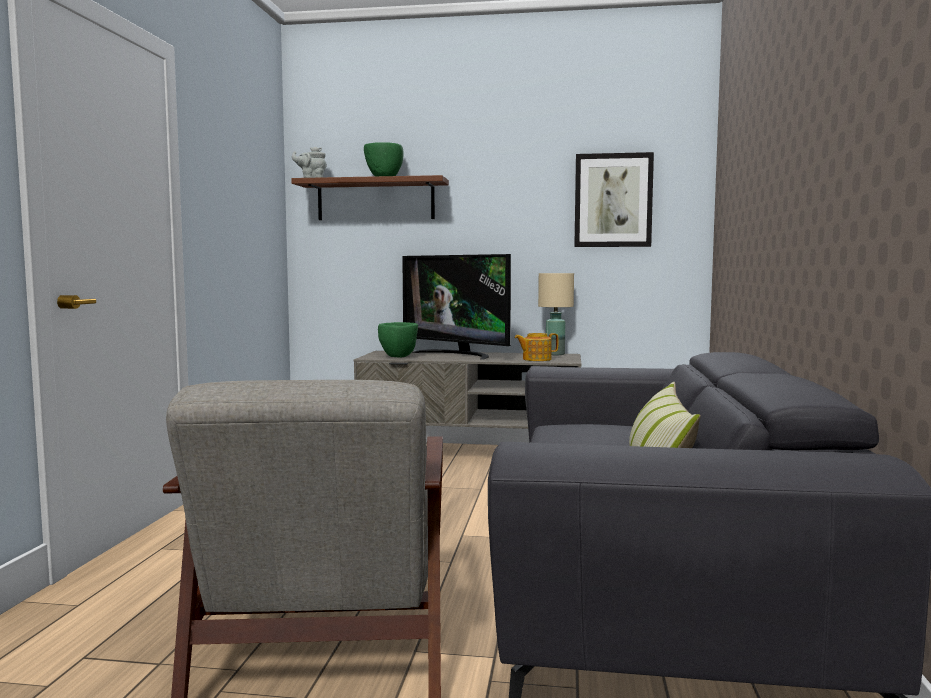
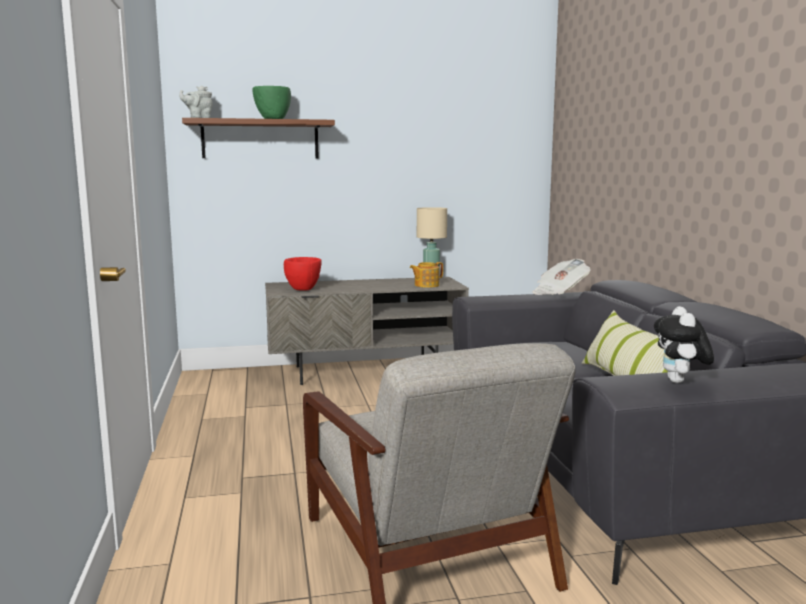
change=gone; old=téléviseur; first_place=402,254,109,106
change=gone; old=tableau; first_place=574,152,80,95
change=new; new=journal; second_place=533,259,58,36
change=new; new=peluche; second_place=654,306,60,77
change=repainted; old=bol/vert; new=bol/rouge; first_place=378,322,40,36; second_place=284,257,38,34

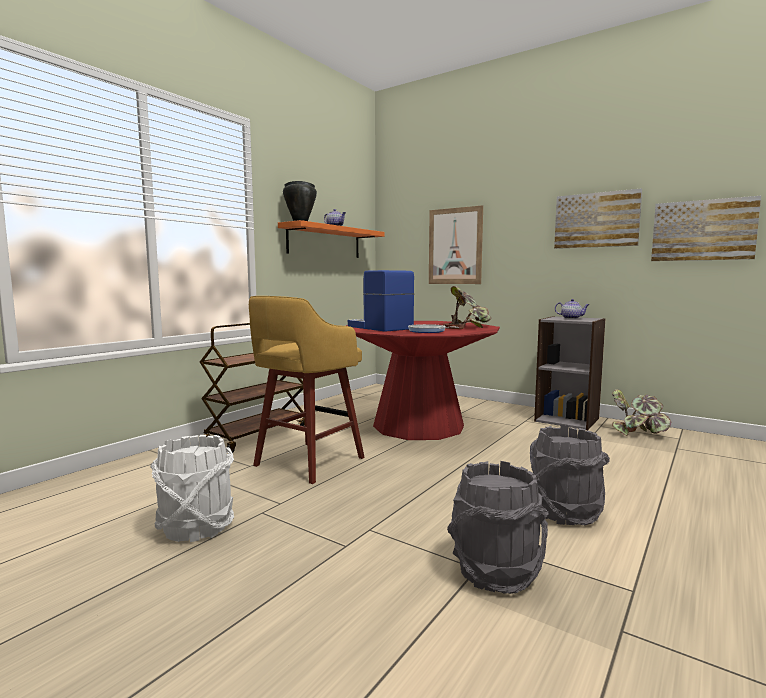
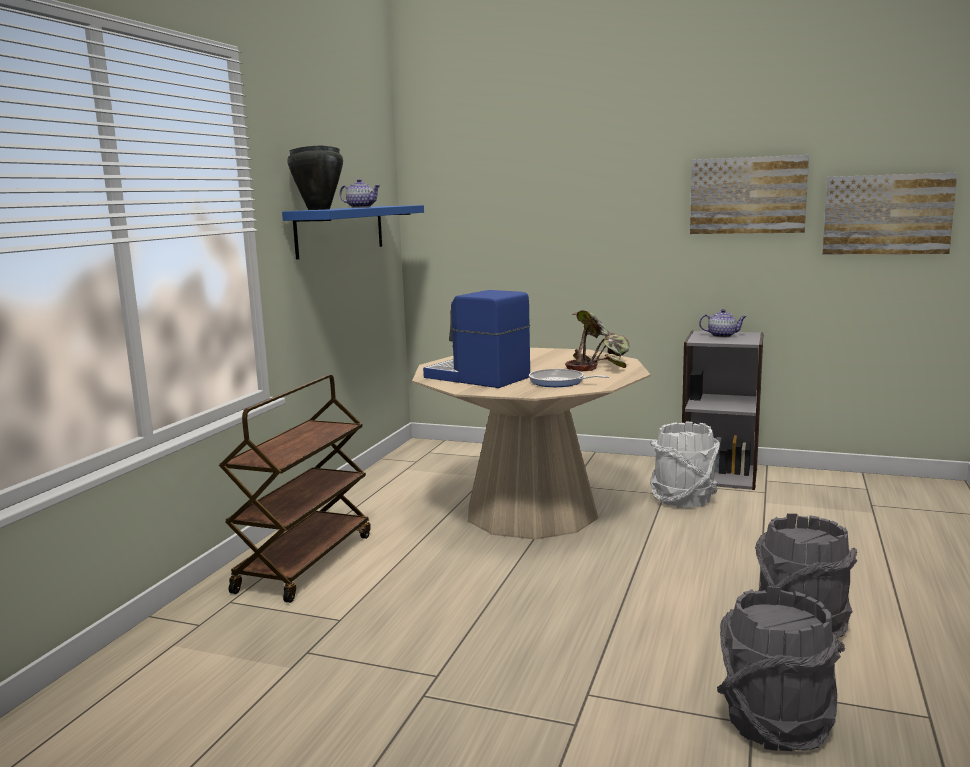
change=gone; old=tabouret/jaune; first_place=249,296,116,188
change=gone; old=tableau; first_place=429,205,54,79
change=gone; old=plante en pot; first_place=612,389,60,47
change=shifted; old=seau/blanc; first_place=150,435,84,107; second_place=650,421,70,87
change=repainted; old=étagère/orange; new=étagère/bleu; first_place=278,220,107,38; second_place=282,205,142,55
change=repainted; old=table à manger/rouge; new=table à manger/beige; first_place=346,321,154,119; second_place=412,348,239,191

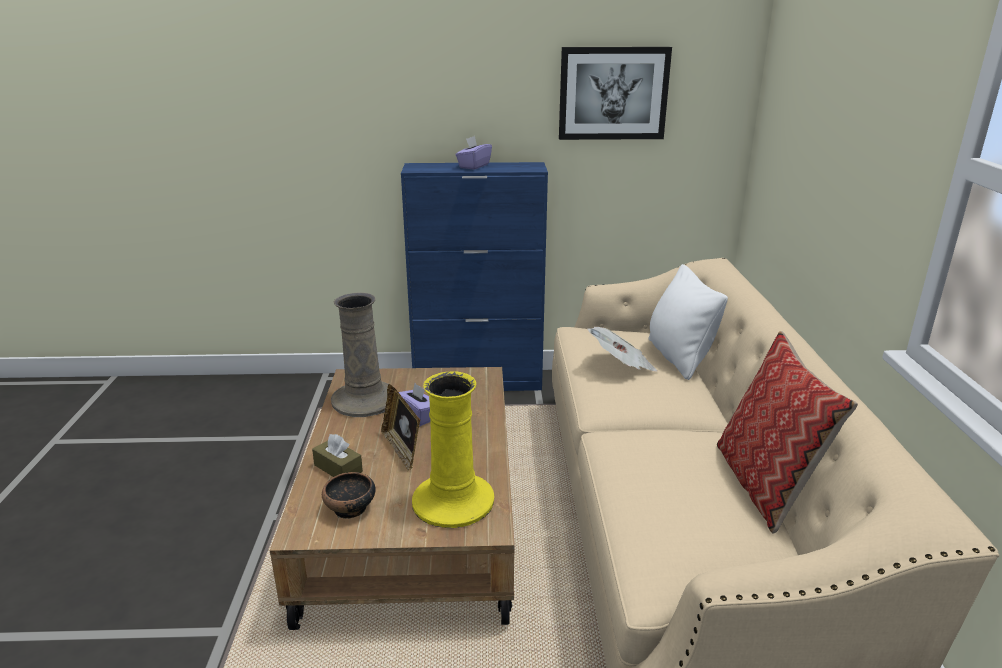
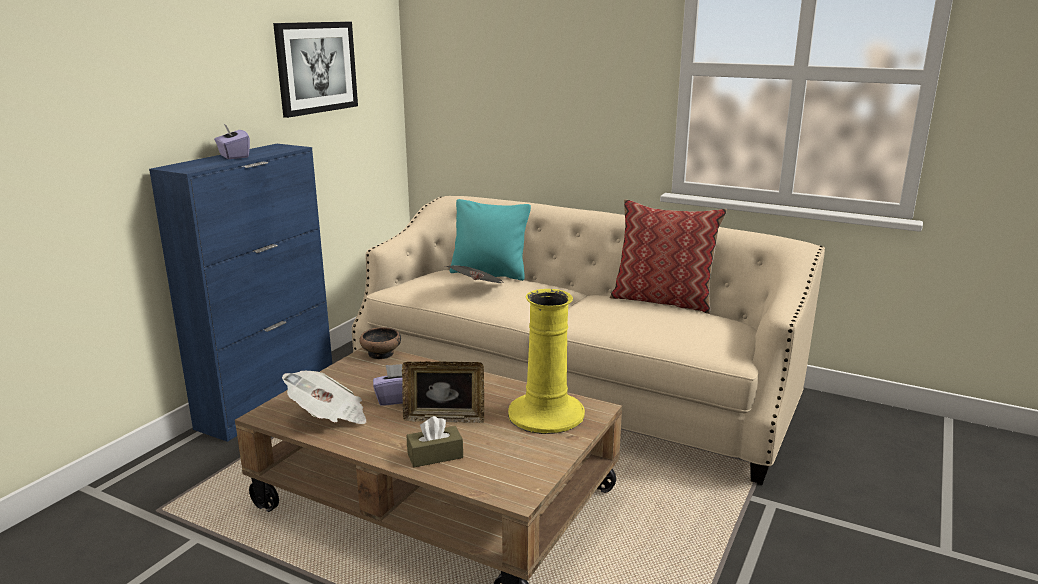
change=shifted; old=bol; first_place=322,472,54,47; second_place=359,327,42,32
change=swapped; old=vase/beige; new=journal; first_place=331,292,57,125; second_place=282,371,85,53
change=repainted; old=coussin/blanc; new=coussin/turquoise; first_place=648,264,80,116; second_place=450,199,81,82

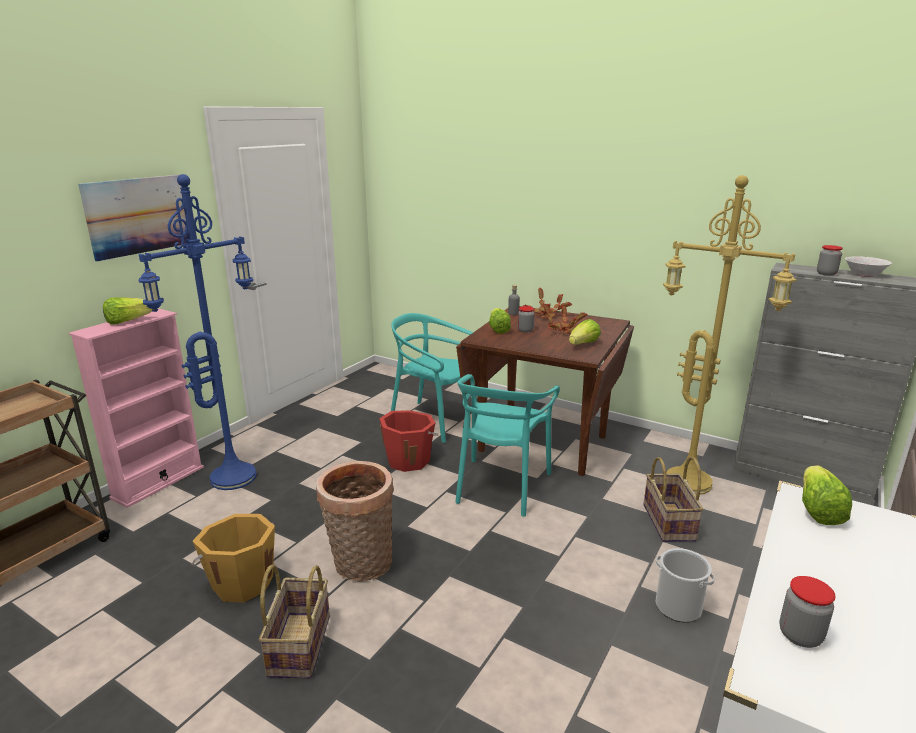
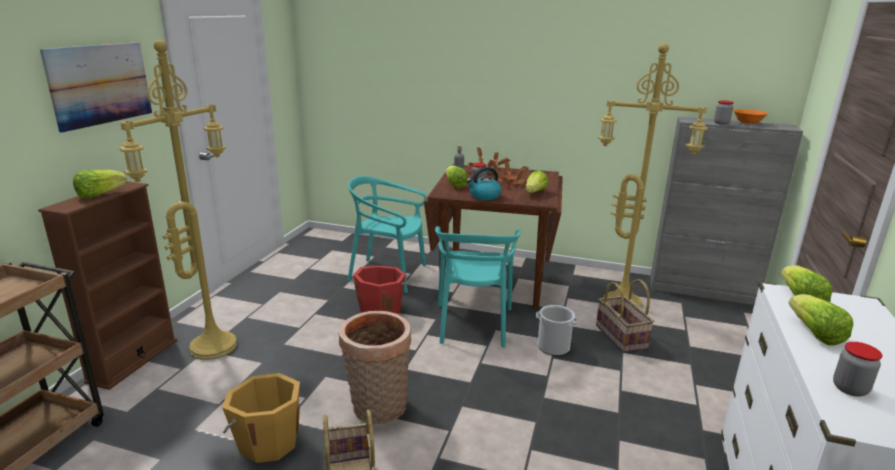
change=new; new=bouilloire; second_place=466,167,35,33
change=new; new=laitue; second_place=789,294,64,51
change=shifted; old=seau; first_place=655,548,60,75; second_place=536,305,42,51
change=repainted; old=bibliothèque/rose; new=bibliothèque/marron; first_place=69,308,135,200; second_place=38,181,139,209
change=repainted; old=lampadaire/bleu; new=lampadaire/jaune; first_place=139,174,117,316; second_place=120,40,117,320
change=repainted; old=bol/blanc; new=bol/orange; first_place=845,256,47,21; second_place=733,109,36,16

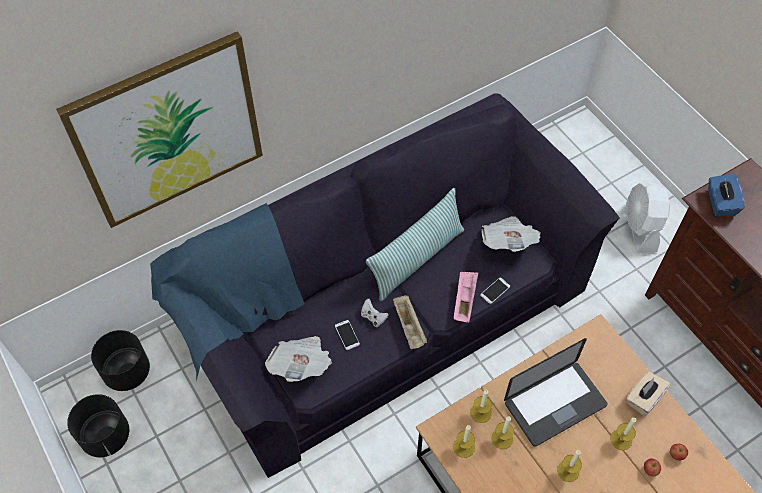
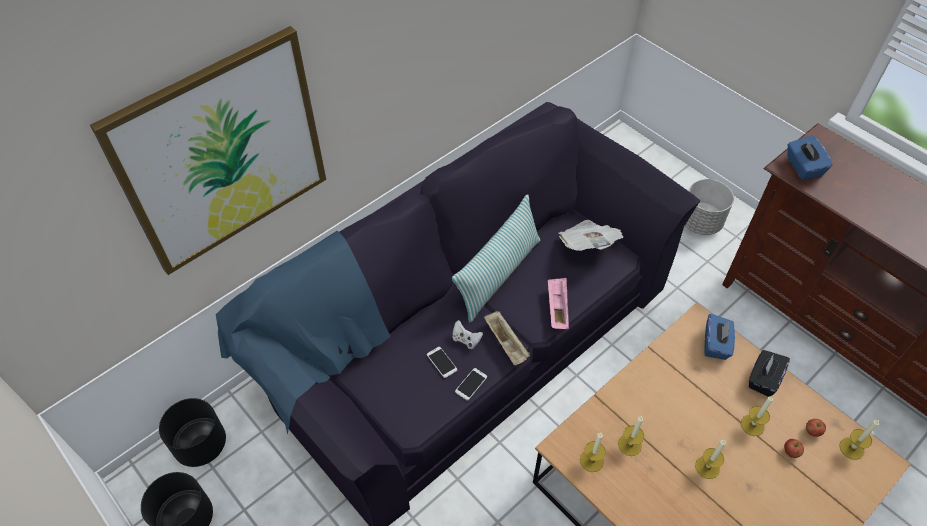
change=gone; old=journal; first_place=265,336,67,46
change=gone; old=ordinateur portable; first_place=504,338,103,109
change=new; new=boîte à mouchoirs/bleu; second_place=704,314,31,46
change=shifted; old=bougie; first_place=470,389,22,34; second_place=839,420,40,40
change=shifted; old=téléphone; first_place=480,278,30,26; second_place=455,368,32,33
change=swapped; old=ventilateur/blanc; new=cache-pot/gris; first_place=626,180,44,73; second_place=685,179,49,56
change=repainted; old=boîte à mouchoirs/beige; new=boîte à mouchoirs/noir; first_place=626,371,45,45; second_place=749,350,41,47

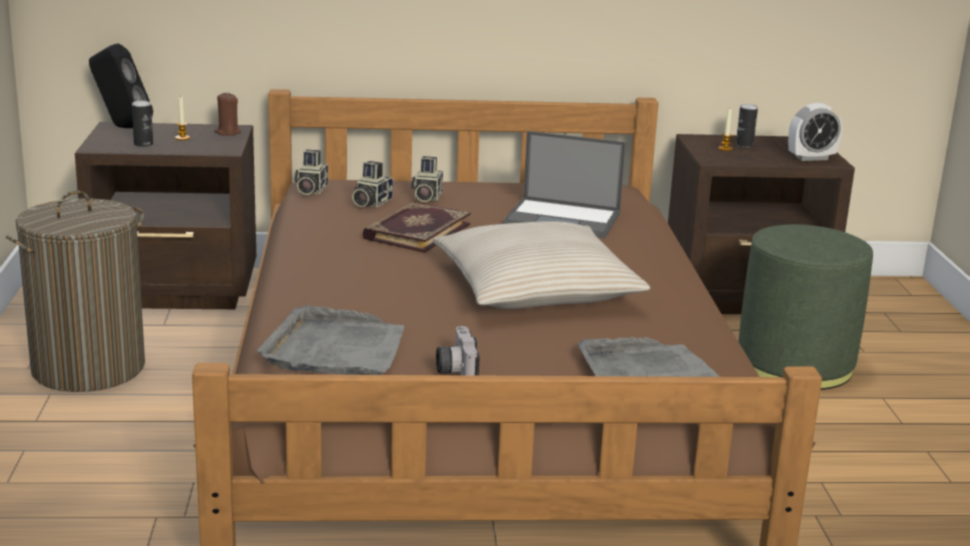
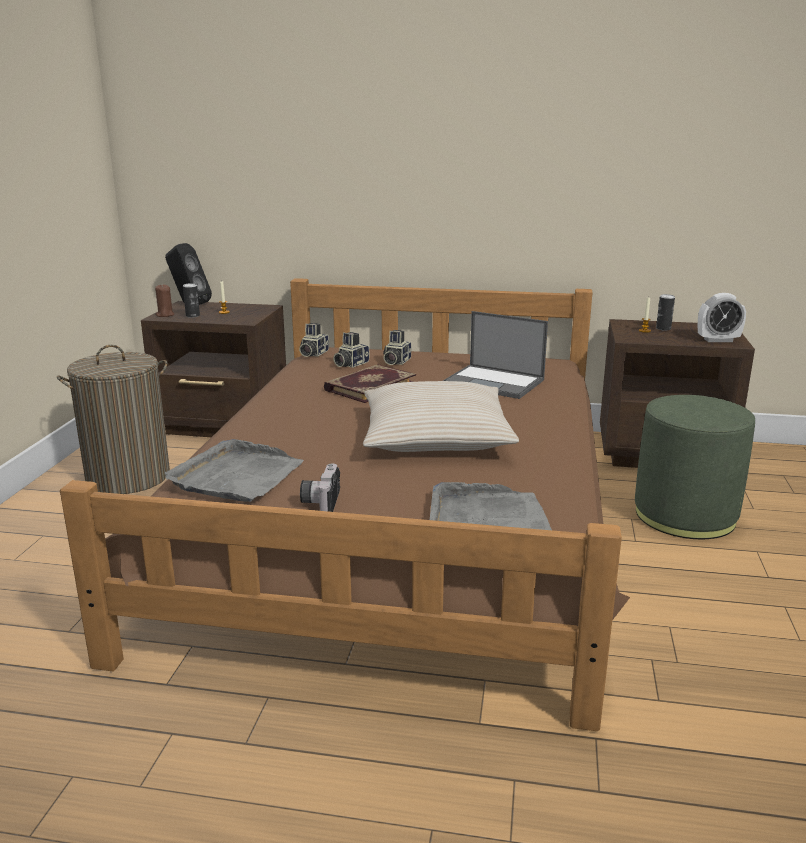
change=shifted; old=bougie/marron; first_place=215,93,26,43; second_place=155,285,19,32

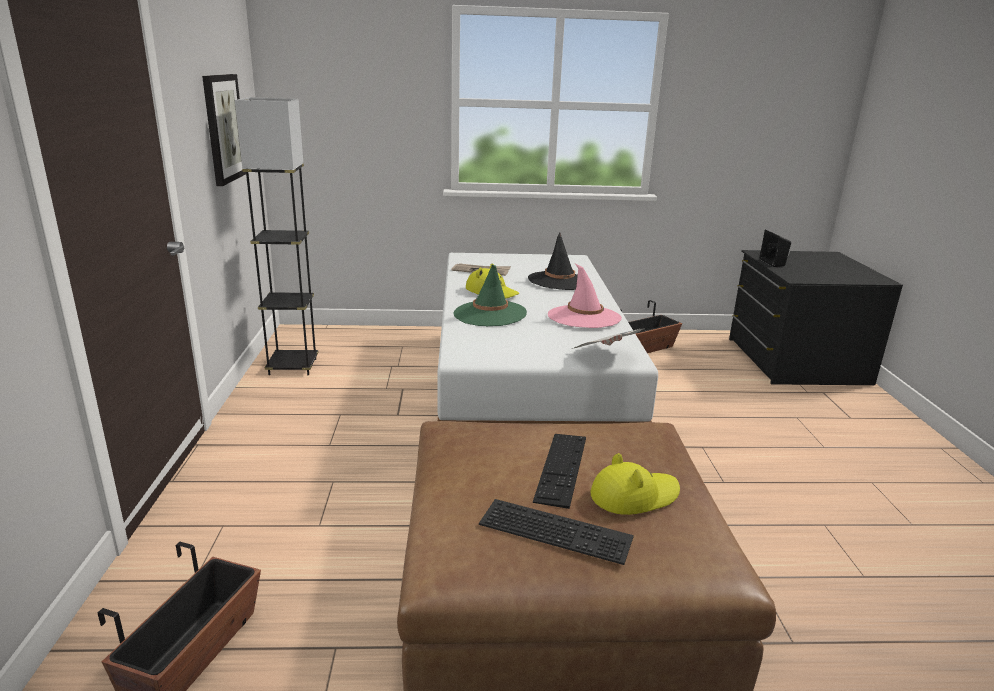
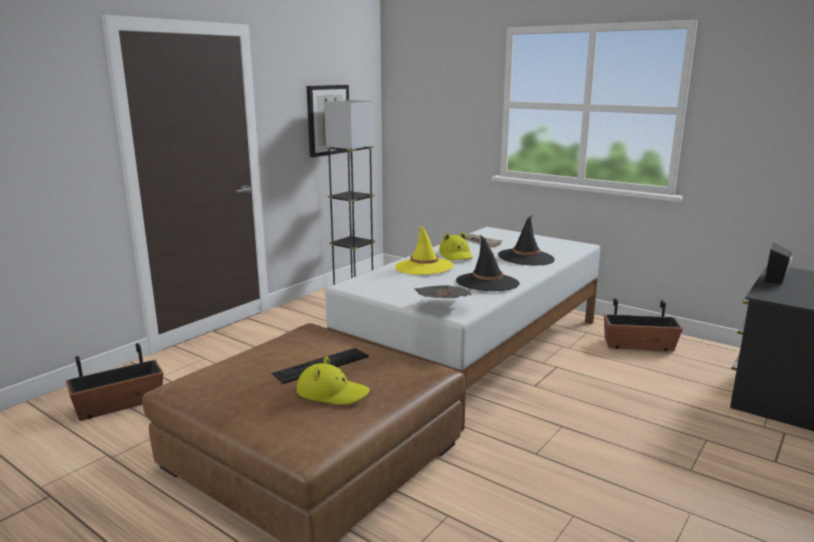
change=gone; old=clavier; first_place=479,499,155,66
change=repainted; old=chapeau/vert; new=chapeau/jaune; first_place=453,265,74,61; second_place=395,226,59,49
change=repainted; old=chapeau/rose; new=chapeau/noir; first_place=548,263,74,65; second_place=456,235,64,56

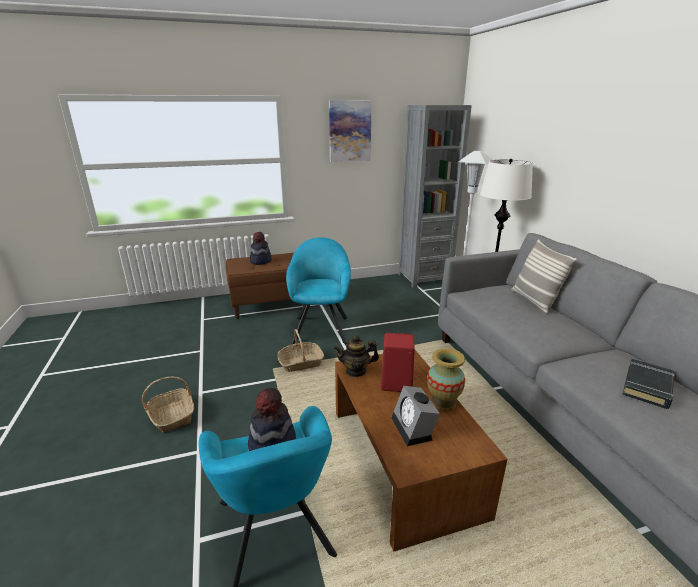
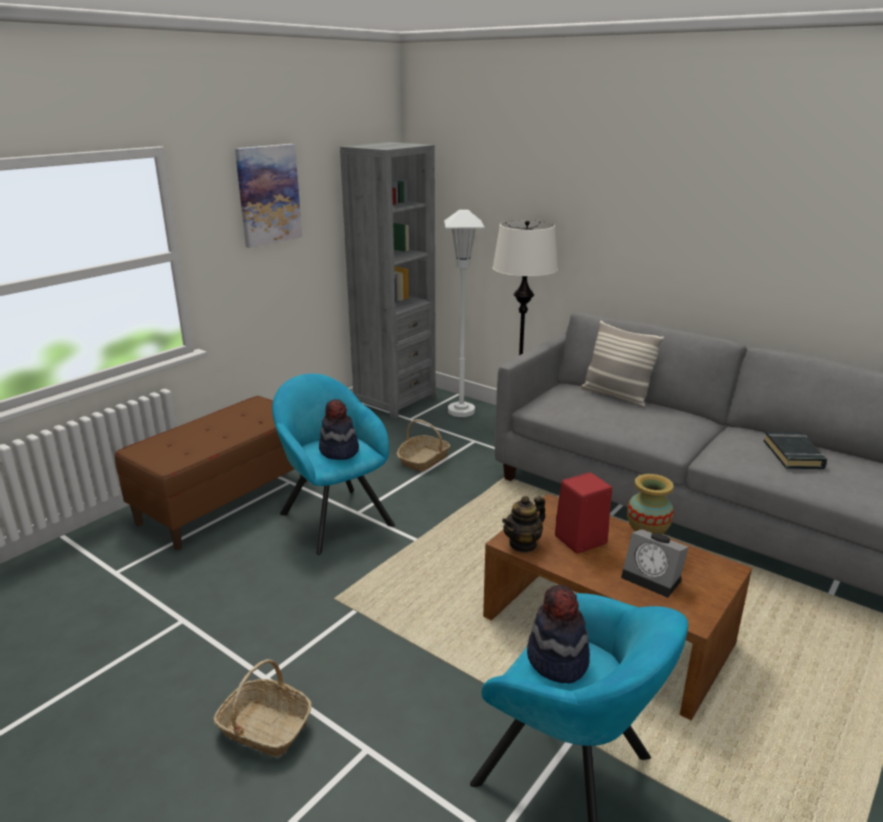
change=shifted; old=chapeau; first_place=250,232,22,33; second_place=319,399,40,61
change=shifted; old=panier; first_place=277,329,47,43; second_place=397,419,54,52

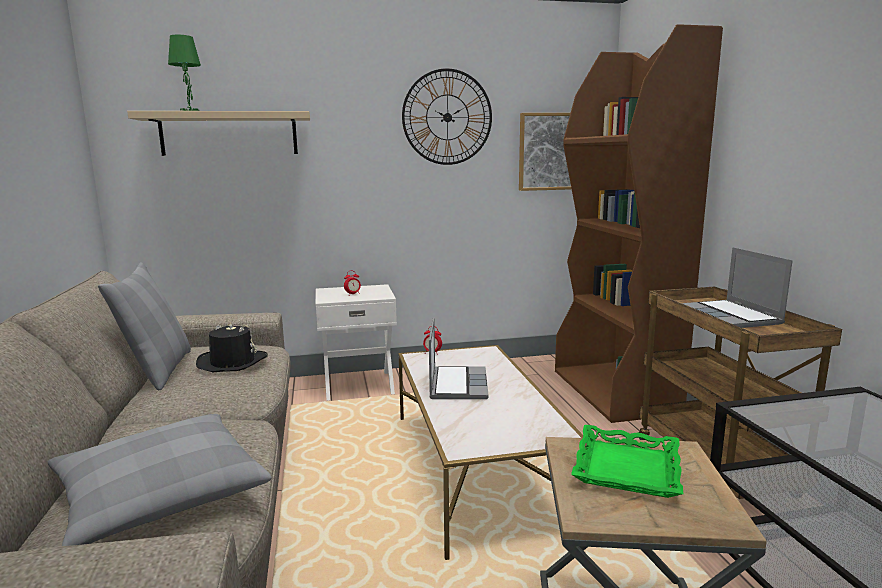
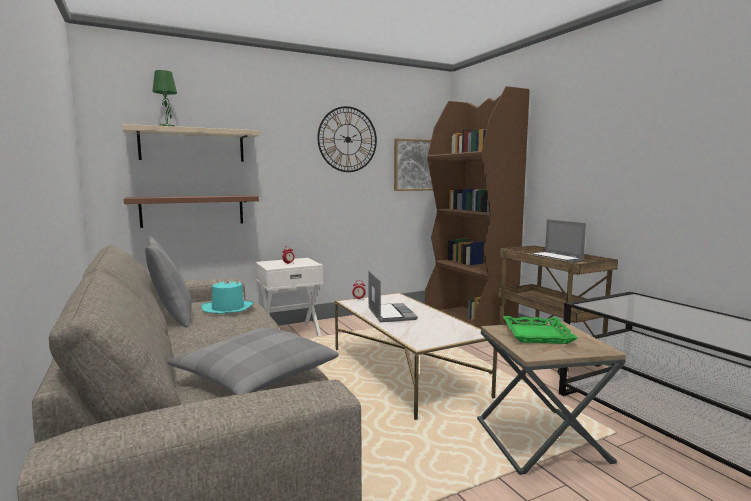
change=new; new=étagère/marron; second_place=124,195,135,33
change=repainted; old=chapeau/noir; new=chapeau/turquoise; first_place=196,322,72,50; second_place=201,278,53,36

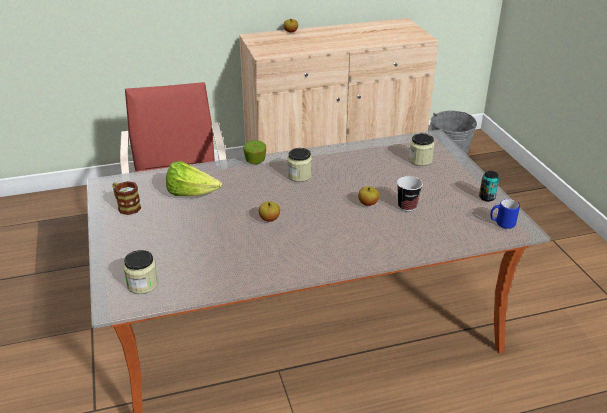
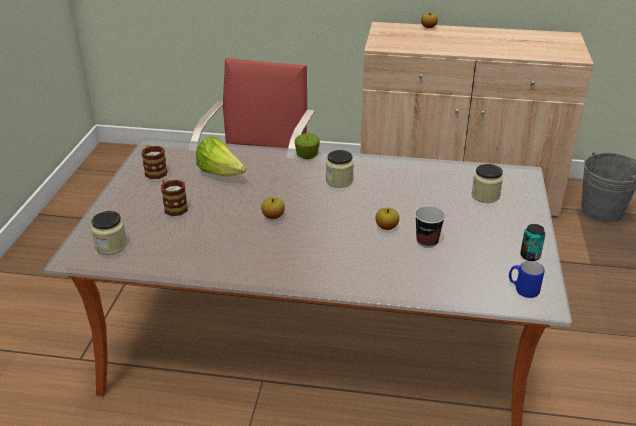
change=new; new=mug; second_place=161,179,27,37

